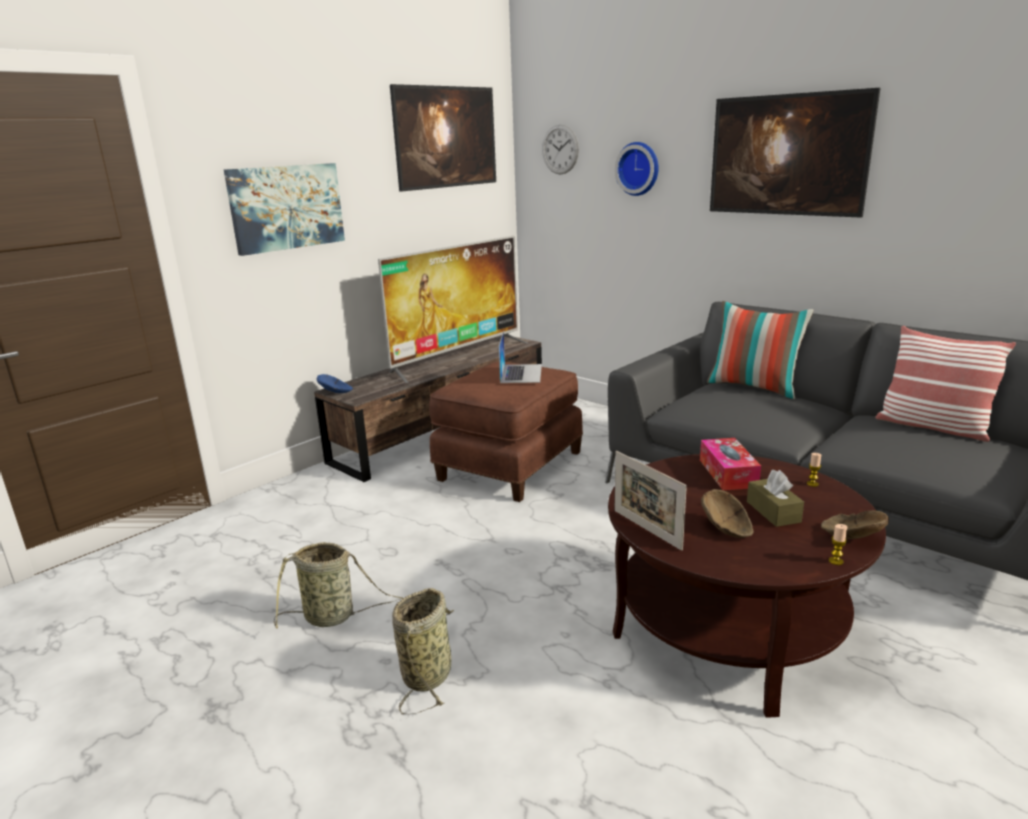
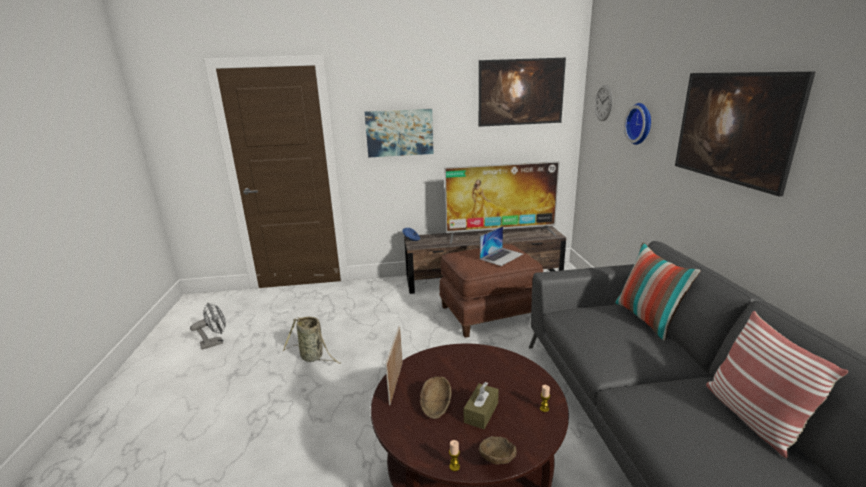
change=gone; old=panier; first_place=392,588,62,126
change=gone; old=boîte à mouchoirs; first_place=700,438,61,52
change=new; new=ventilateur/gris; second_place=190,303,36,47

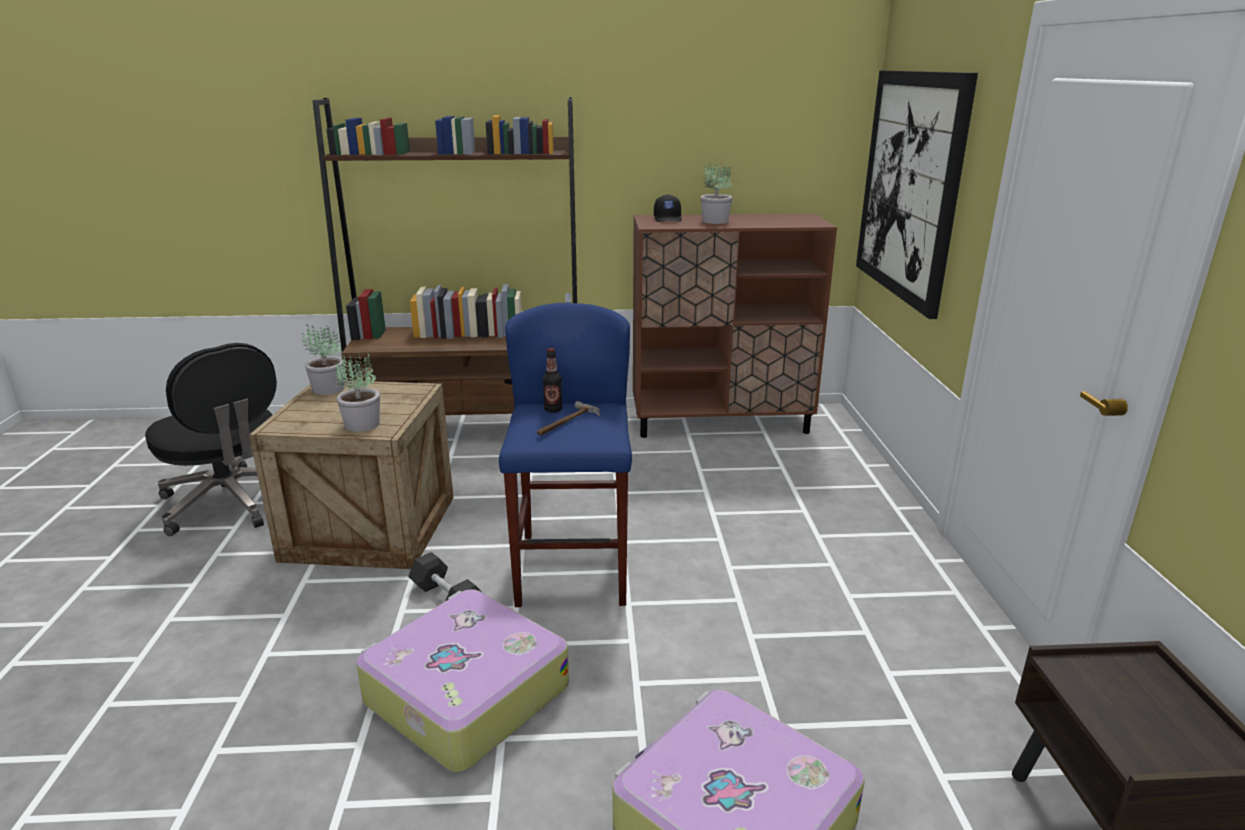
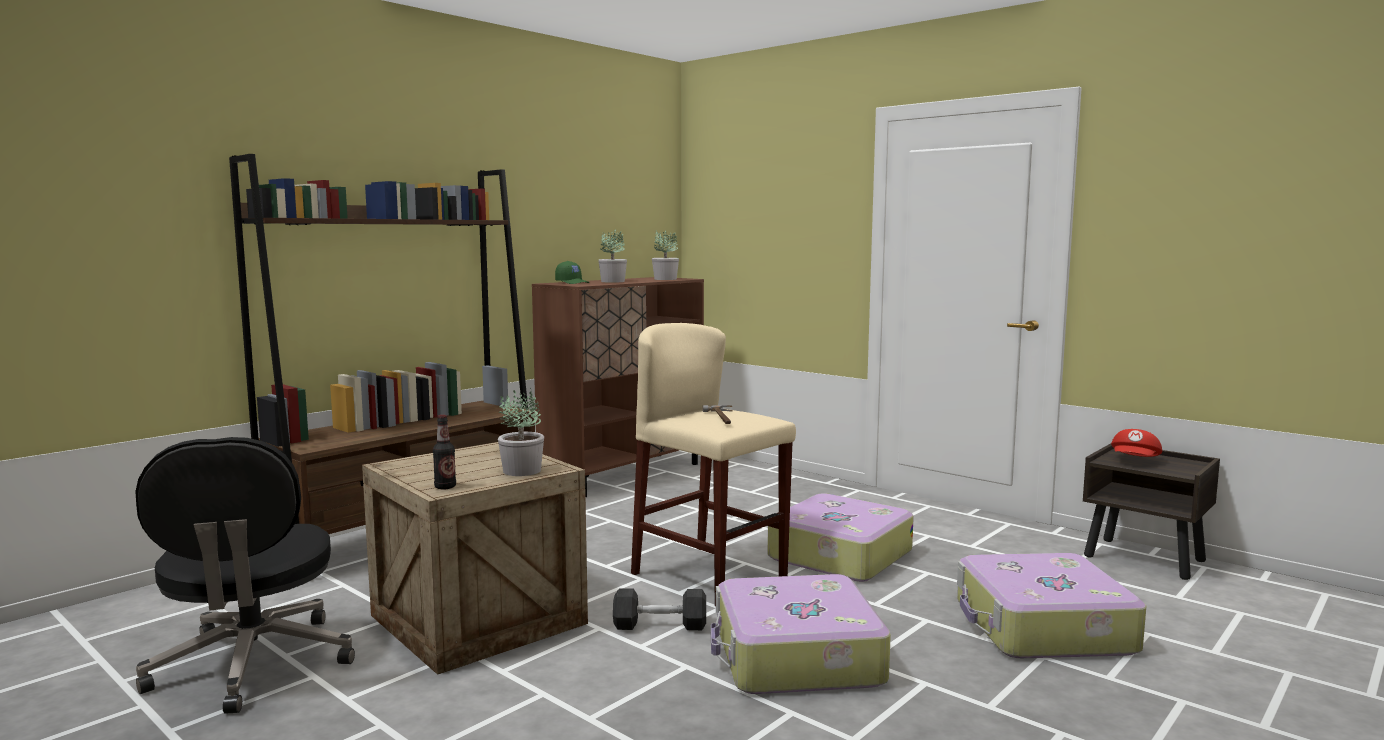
change=gone; old=tableau; first_place=856,70,122,249
change=new; new=valise; second_place=768,493,146,89
change=new; new=casquette/rouge; second_place=1111,429,51,28
change=shifted; old=plante en pot; first_place=302,324,43,71; second_place=652,229,27,51
change=shifted; old=bouteille; first_place=543,348,20,65; second_place=433,415,23,74
change=repainted; old=tabouret/bleu; new=tabouret/beige; first_place=499,303,133,304; second_place=631,323,165,283
change=repainted; old=casquette/noir; new=casquette/vert; first_place=654,194,28,28; second_place=555,261,35,23
change=rotated; old=chaise de bureau/noir; first_place=145,343,132,193; second_place=135,437,220,277; degrees=75

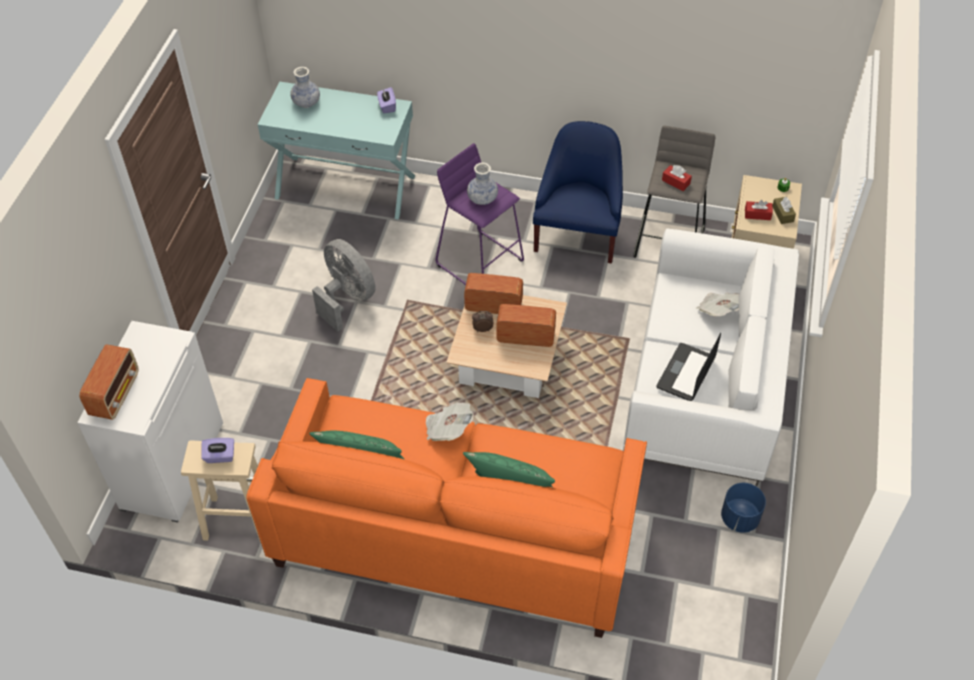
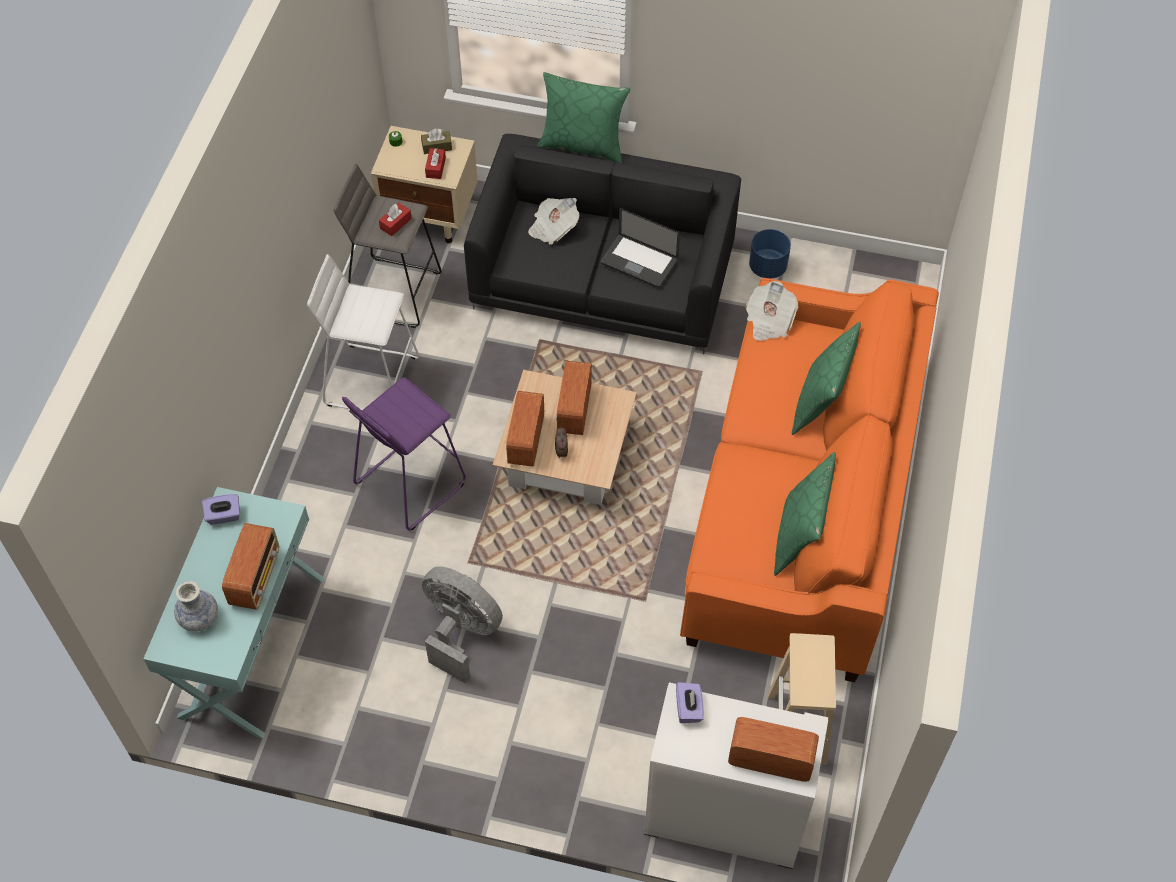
change=gone; old=vase; first_place=467,162,31,43
change=new; new=radio; second_place=222,523,57,87
change=new; new=coussin/vert; second_place=537,72,93,91
change=shifted; old=boîte à mouchoirs/violet; first_place=201,438,33,25; second_place=676,682,28,41
change=shifted; old=journal; first_place=426,402,48,39; second_place=746,281,53,60
change=swapped; old=fauteuil/bleu; new=tabouret/blanc; first_place=533,121,90,143; second_place=307,254,113,156
change=repainted; old=canapé/blanc; new=canapé/noir; first_place=623,228,176,259; second_place=464,134,277,220
change=rotated; old=ventilateur/gris; first_place=312,239,64,92; second_place=422,566,81,118; degrees=75

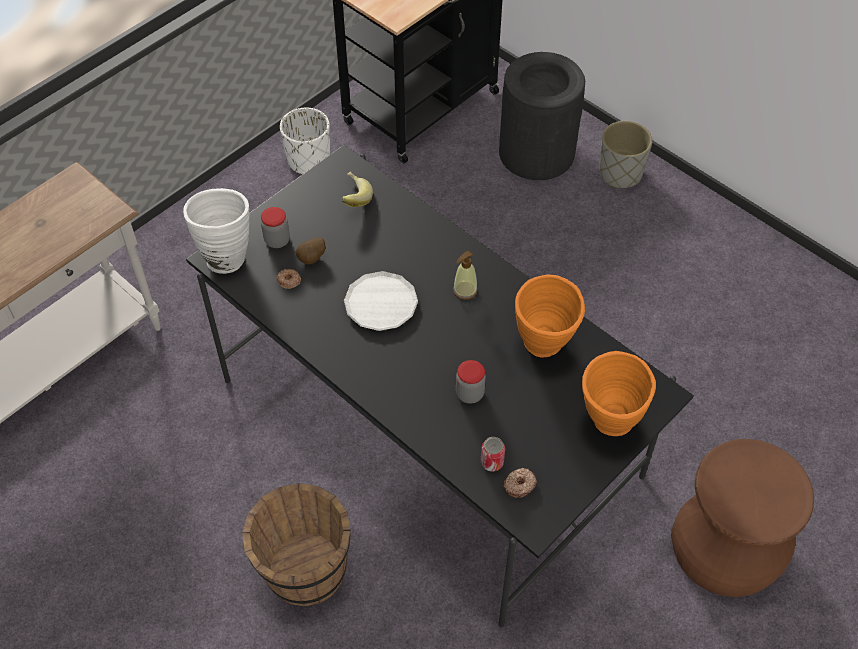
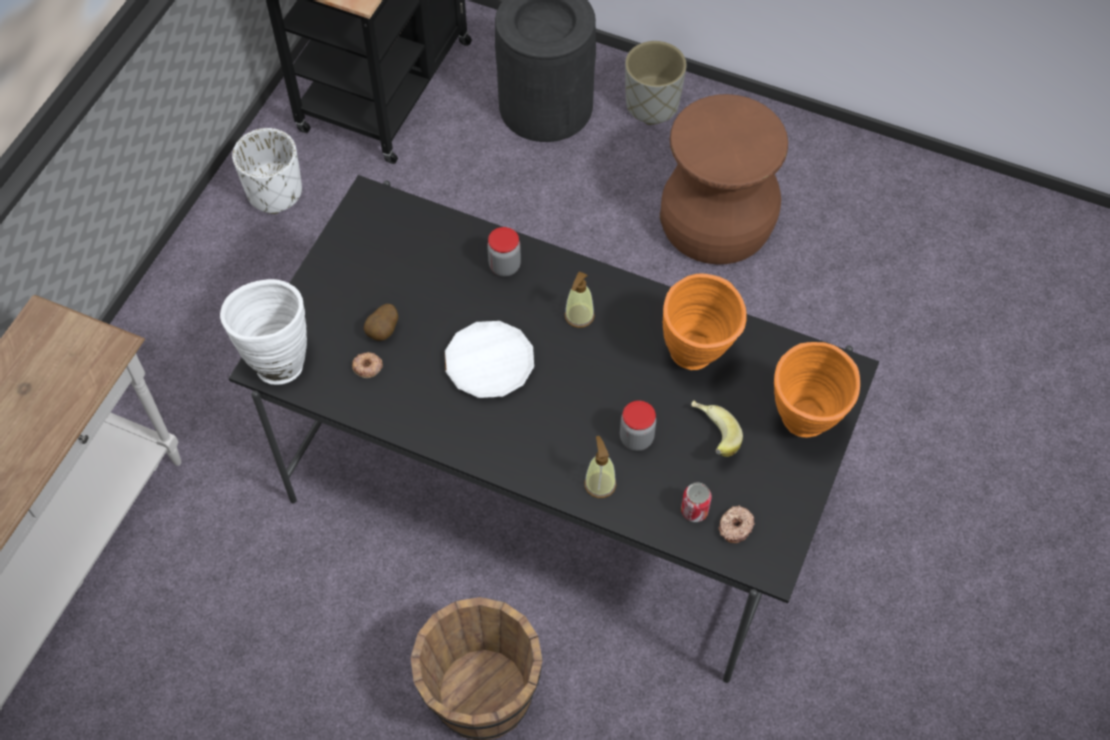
change=new; new=distributeur de savon; second_place=584,436,32,62
change=shifted; old=bocal; first_place=261,207,29,41; second_place=487,227,34,49
change=shifted; old=banane; first_place=341,172,32,35; second_place=691,400,52,57
change=shifted; old=tabouret/marron; first_place=671,439,143,158; second_place=660,94,128,170

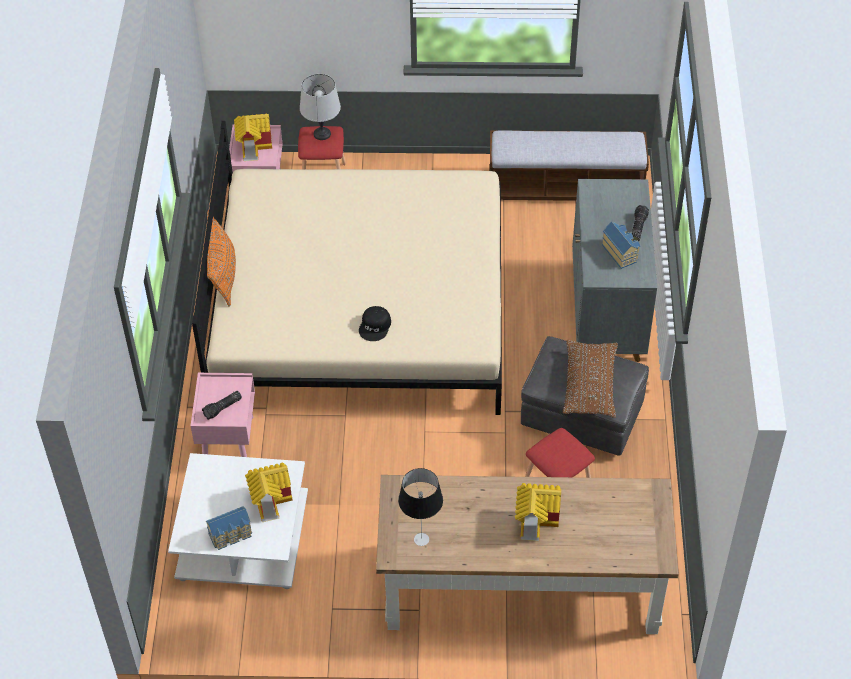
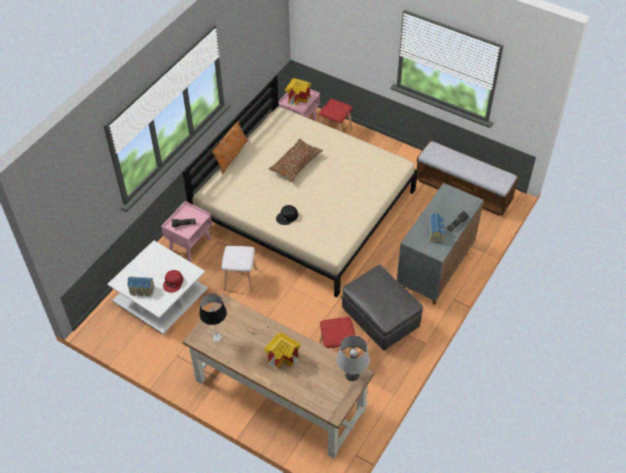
change=new; new=tabouret/blanc; second_place=222,246,35,46
change=shifted; old=lampe de table/gris; first_place=300,74,41,66; second_place=337,336,33,45
change=shifted; old=coussin/marron; first_place=563,340,55,78; second_place=269,139,54,43
change=swapped; old=maison miniature; new=casquette/rouge; first_place=245,462,48,60; second_place=163,270,20,23

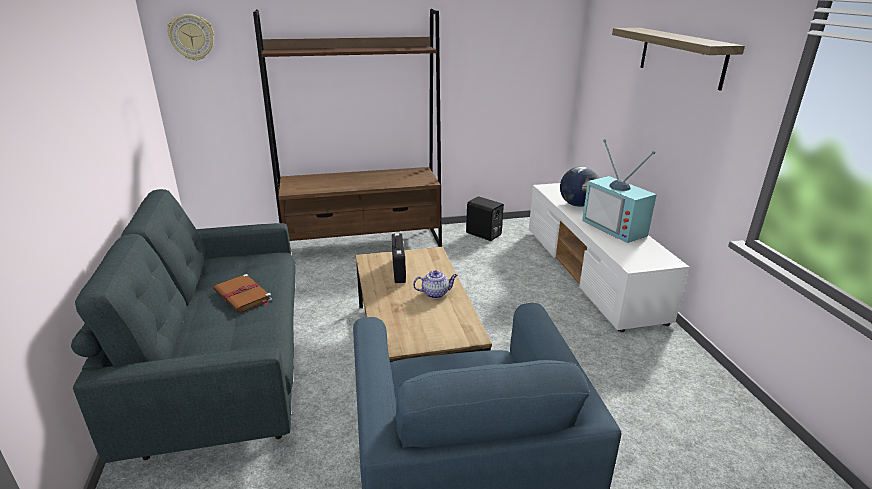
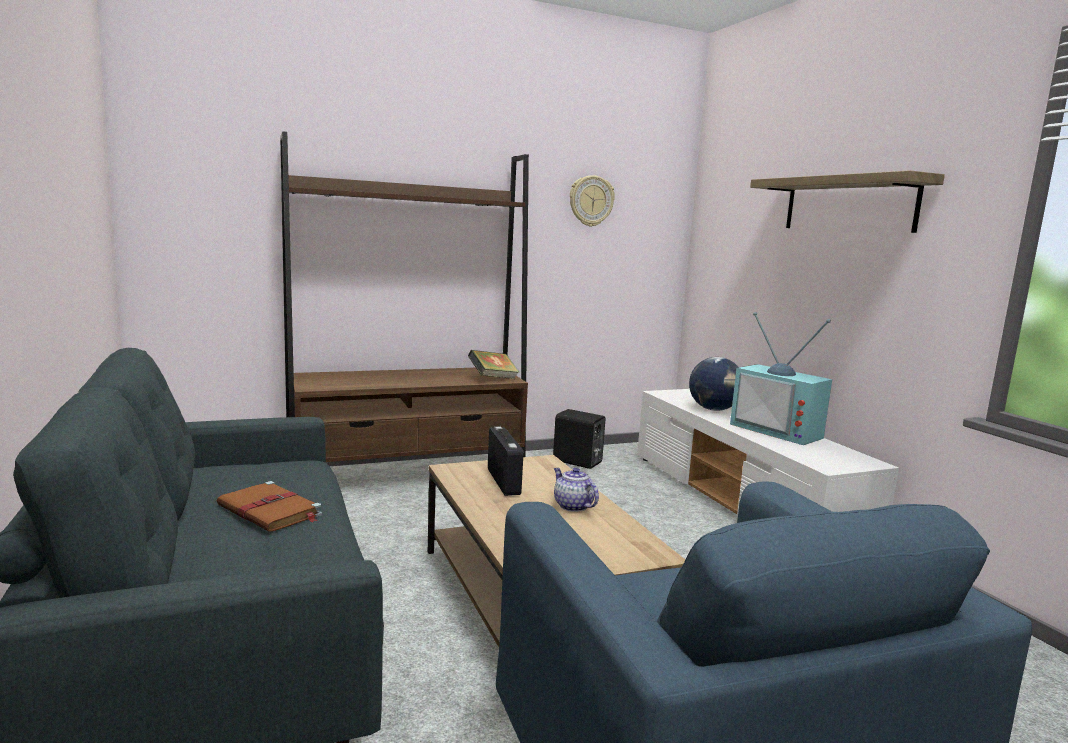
change=new; new=livre; second_place=468,350,51,29
change=shifted; old=horloge murale; first_place=167,14,47,47; second_place=570,175,45,52
change=rotated; old=théière; first_place=413,270,45,29; second_place=554,468,45,44; degrees=-105

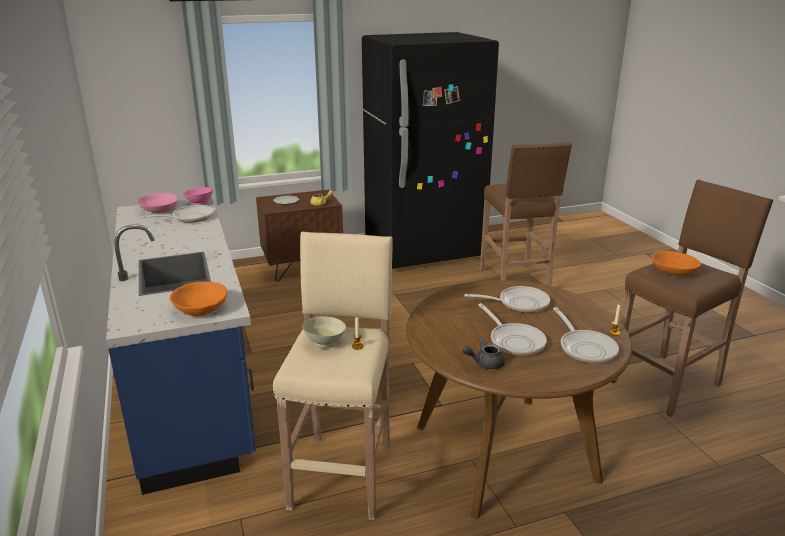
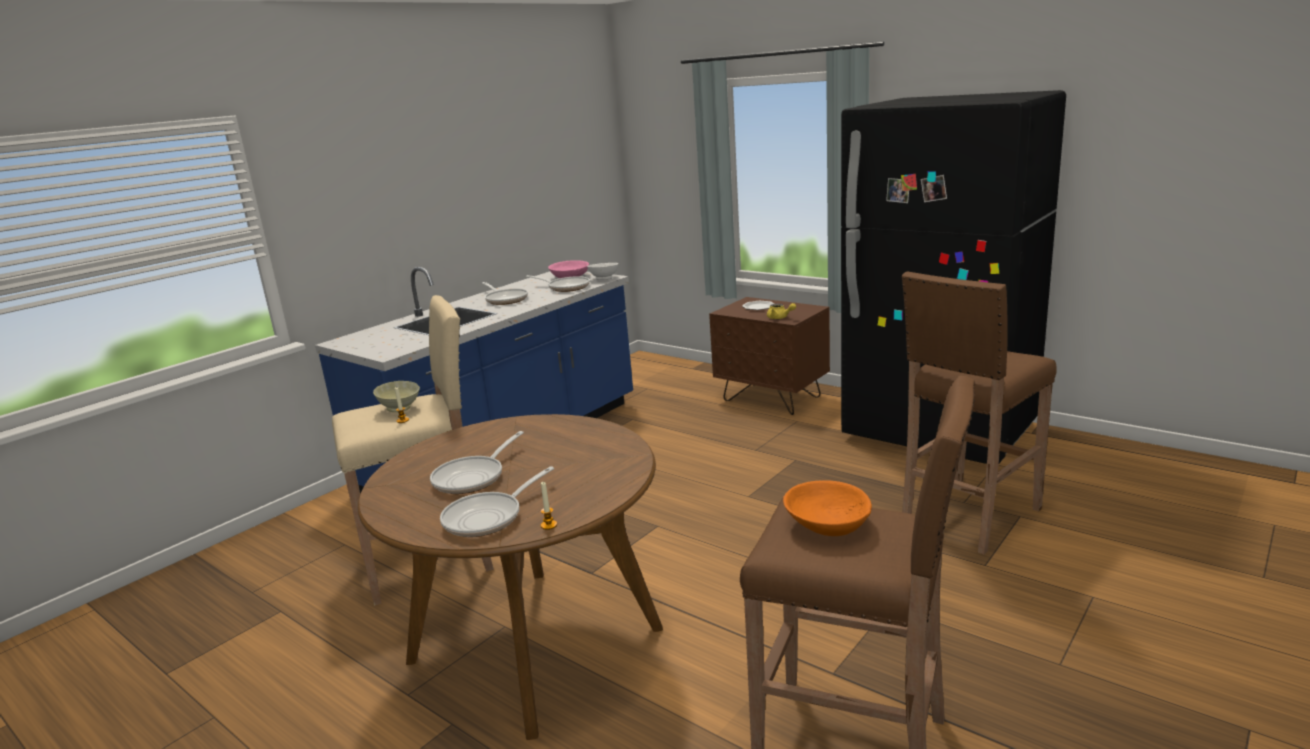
change=gone; old=bol/orange; first_place=170,282,58,34
change=gone; old=théière/gris; first_place=462,339,43,30
change=shifted; old=poêle; first_place=464,286,86,27; second_place=482,282,46,23
change=repainted; old=bol/rose; new=bol/blanc; first_place=183,187,30,18; second_place=587,263,31,17

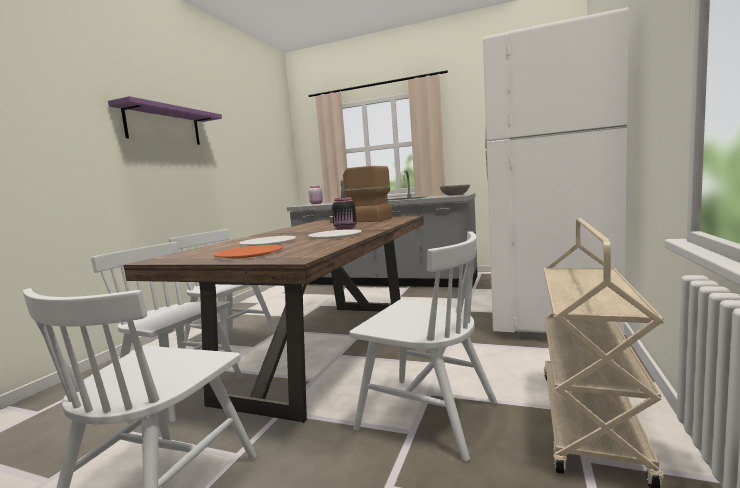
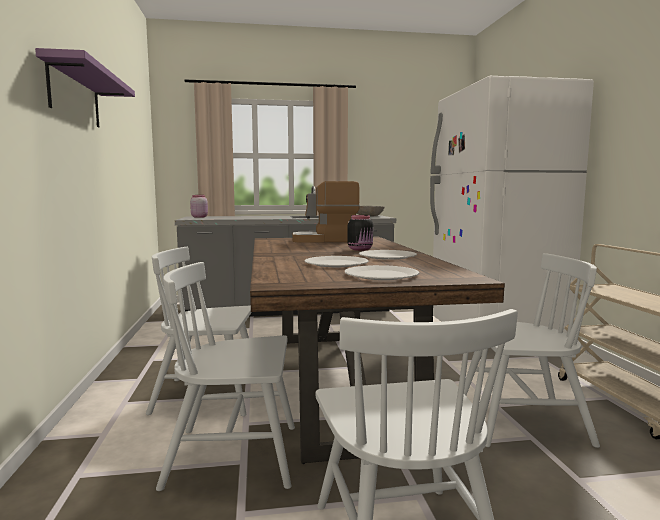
change=repainted; old=assiette/orange; new=assiette/blanc; first_place=214,245,69,14; second_place=345,265,74,15

